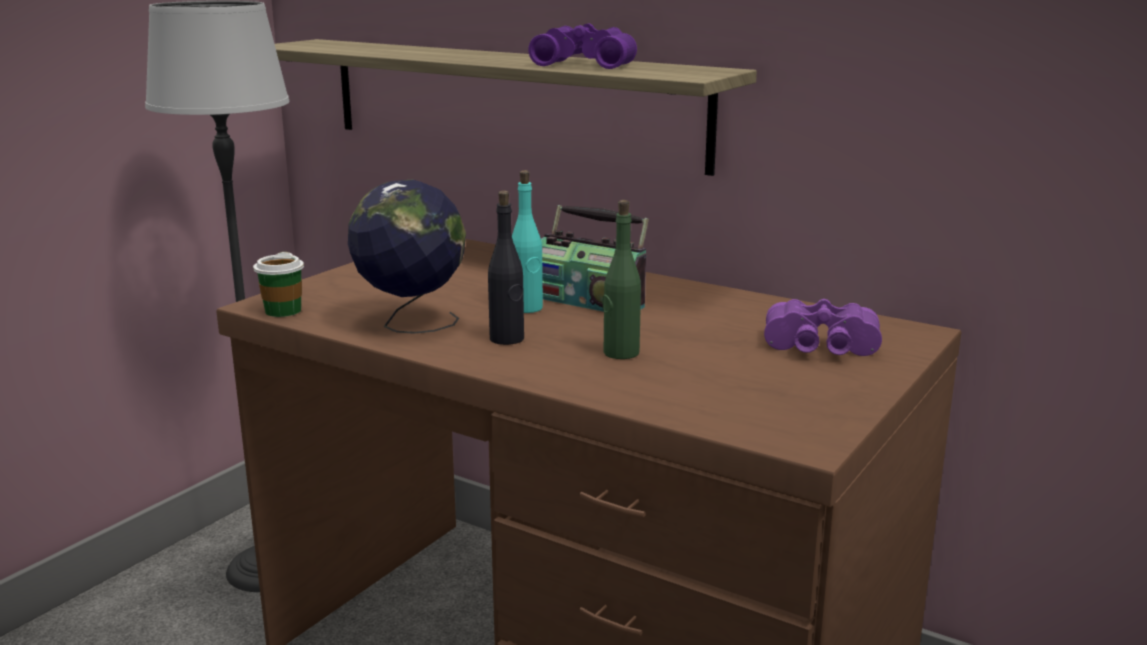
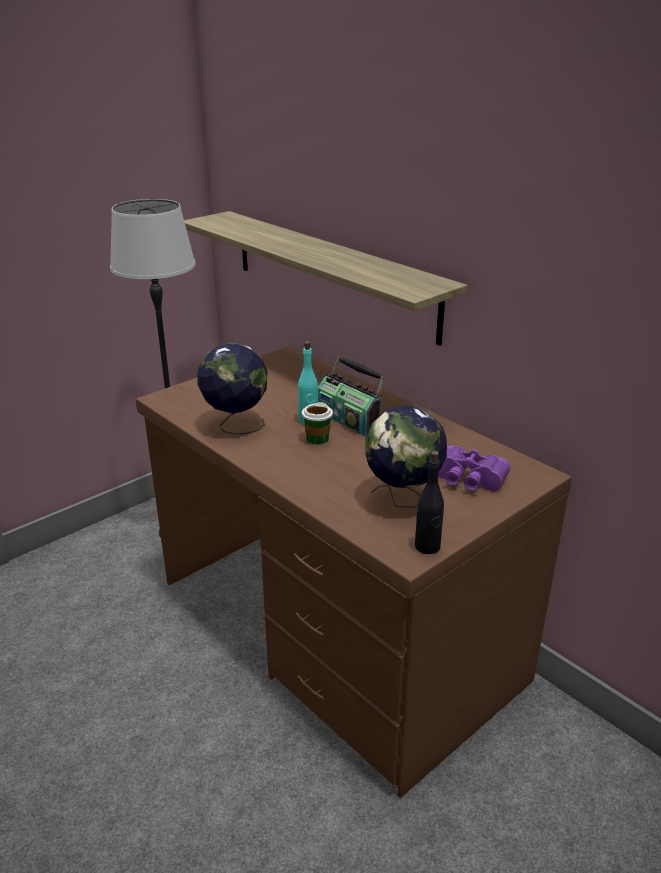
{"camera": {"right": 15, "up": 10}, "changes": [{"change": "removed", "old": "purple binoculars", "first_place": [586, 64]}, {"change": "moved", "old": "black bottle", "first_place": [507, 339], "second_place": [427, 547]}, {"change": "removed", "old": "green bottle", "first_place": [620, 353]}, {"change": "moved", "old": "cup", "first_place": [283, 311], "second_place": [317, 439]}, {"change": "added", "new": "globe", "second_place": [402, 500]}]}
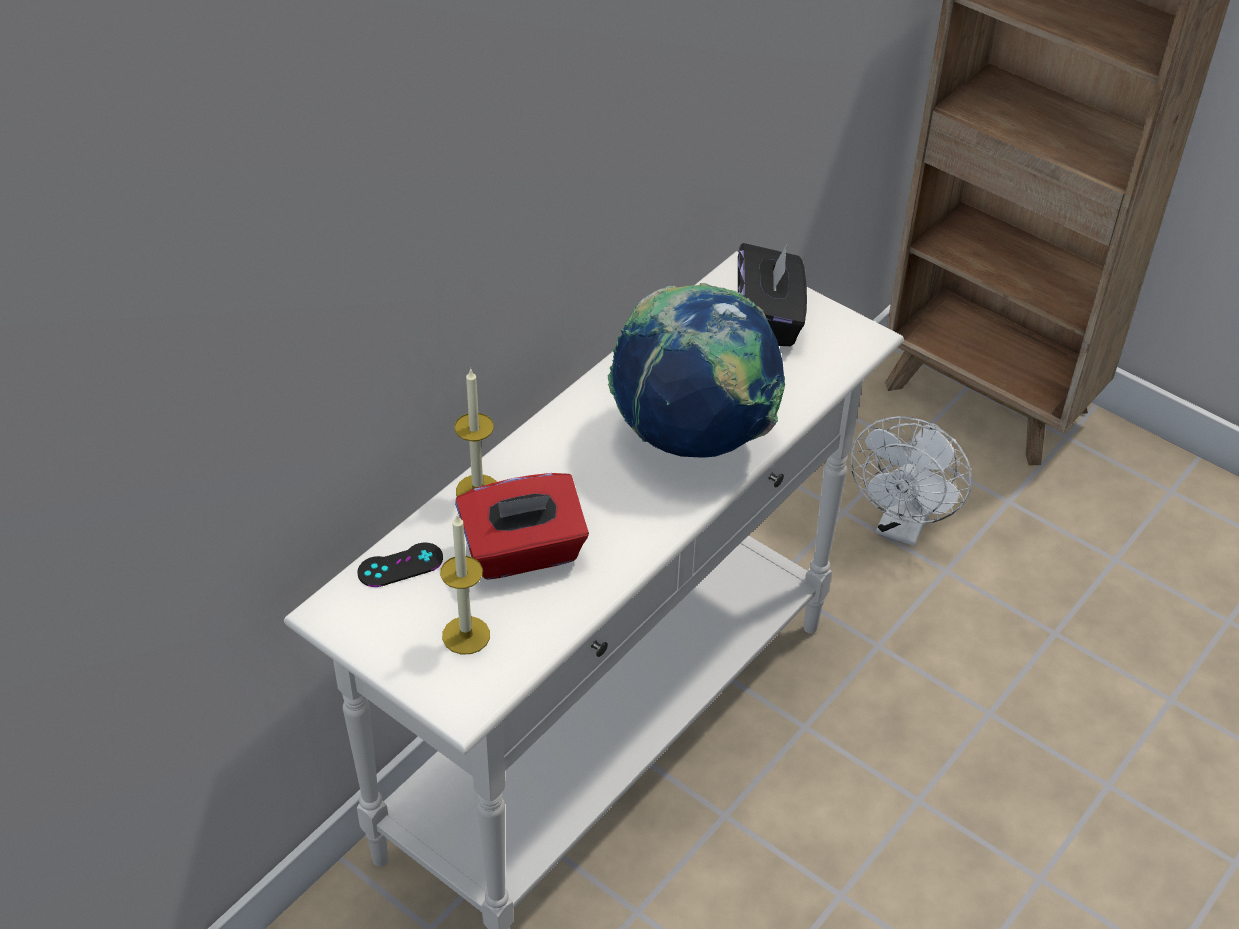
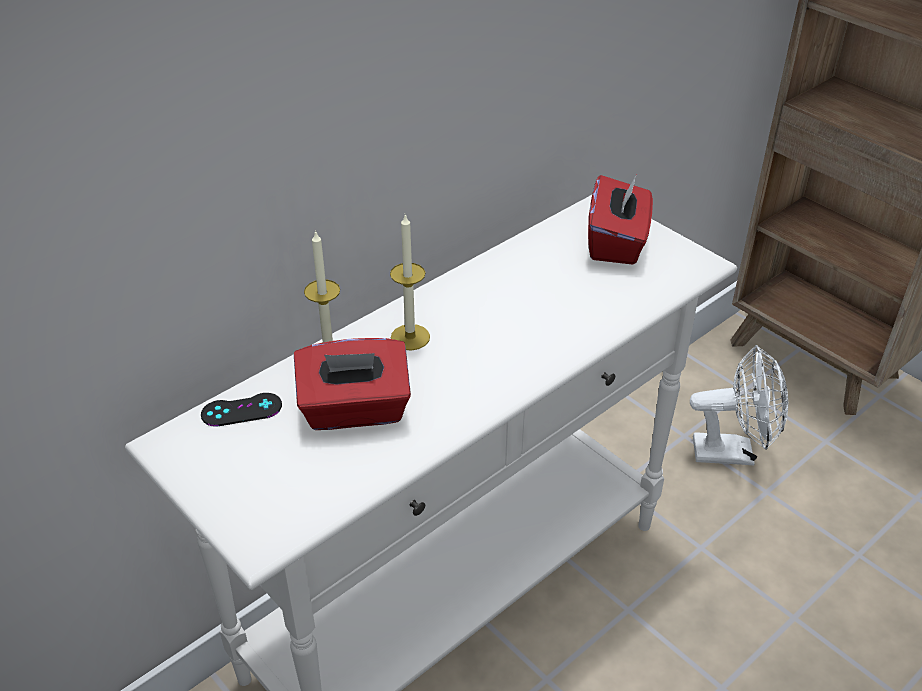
{"camera": {"right": 10, "up": -5}, "changes": [{"change": "recoloured", "old": "black tissue box", "new": "red tissue box", "first_place": [768, 319], "second_place": [617, 242]}, {"change": "removed", "old": "globe", "first_place": [694, 436]}, {"change": "turned", "old": "white fan", "first_place": [903, 526], "second_place": [733, 452], "degrees": -120}, {"change": "moved", "old": "candle", "first_place": [466, 635], "second_place": [410, 337]}]}
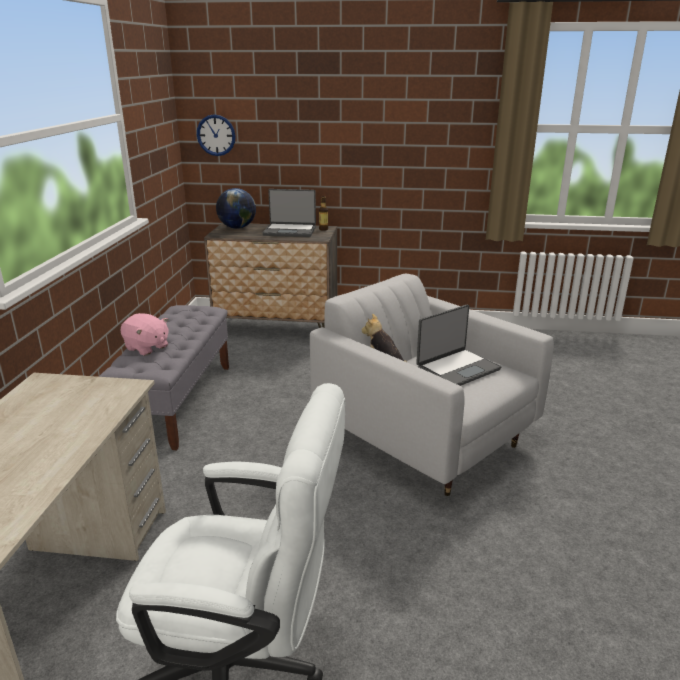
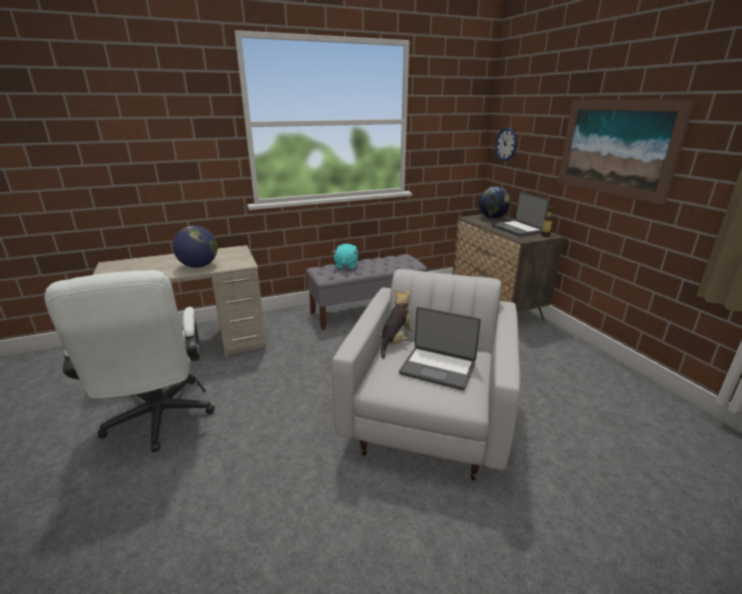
{"camera": {"right": 60, "up": 0}, "changes": [{"change": "recoloured", "old": "pink plush toy", "new": "turquoise plush toy", "first_place": [147, 348], "second_place": [346, 266]}, {"change": "added", "new": "picture", "second_place": [615, 147]}, {"change": "added", "new": "globe", "second_place": [199, 266]}]}
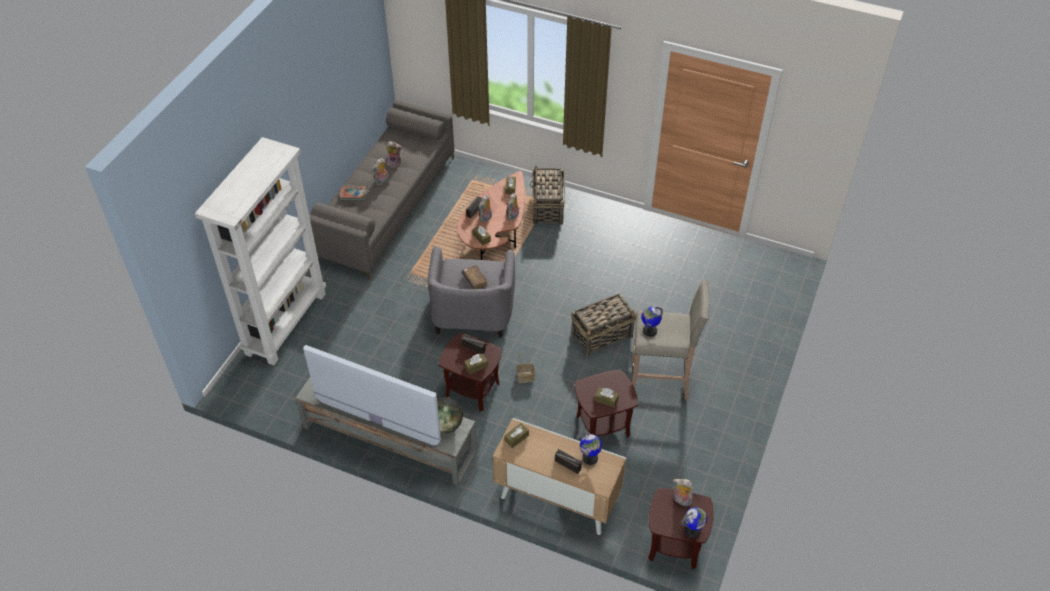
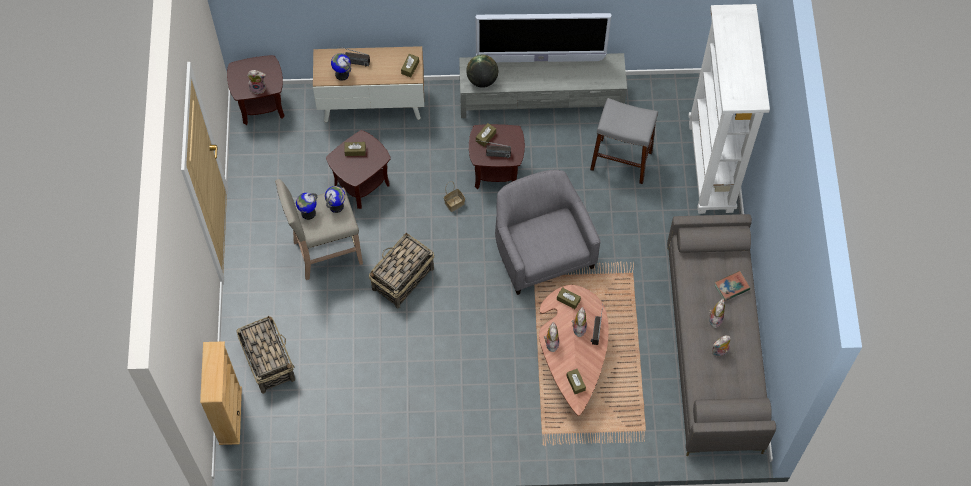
{"camera": {"right": 155, "up": 15}, "changes": [{"change": "moved", "old": "basket", "first_place": [548, 208], "second_place": [268, 361]}, {"change": "removed", "old": "brown book", "first_place": [475, 280]}, {"change": "moved", "old": "globe", "first_place": [692, 530], "second_place": [308, 213]}, {"change": "added", "new": "grey stool", "second_place": [621, 160]}, {"change": "added", "new": "beige bookcase", "second_place": [230, 415]}]}
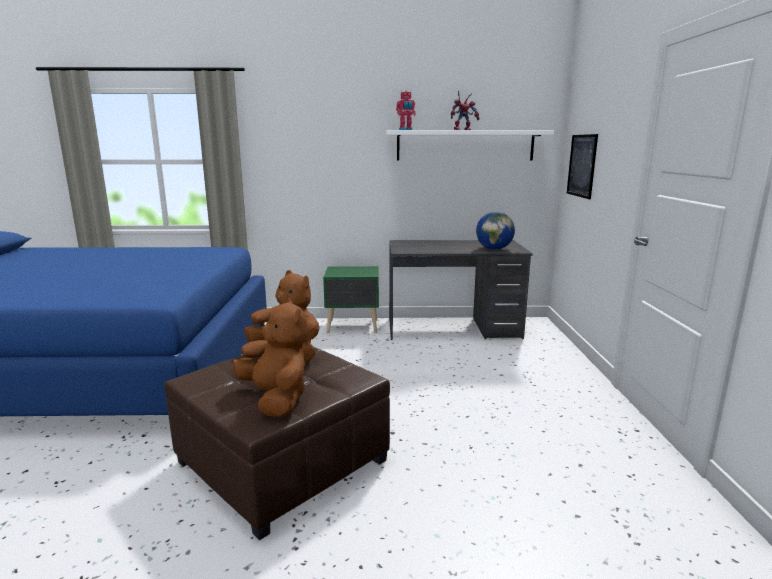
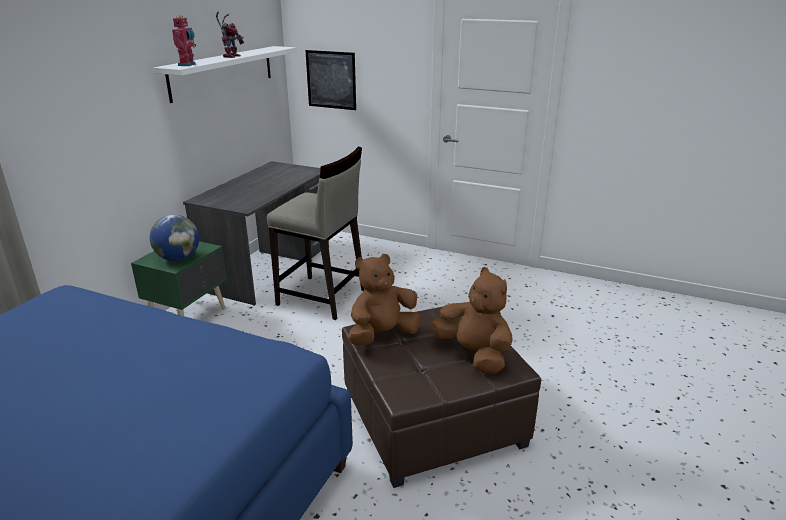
{"camera": {"right": -65, "up": 10}, "changes": [{"change": "moved", "old": "globe", "first_place": [494, 249], "second_place": [178, 258]}, {"change": "turned", "old": "brown plush toy", "first_place": [276, 399], "second_place": [474, 354], "degrees": 60}, {"change": "added", "new": "beige stool", "second_place": [322, 298]}]}
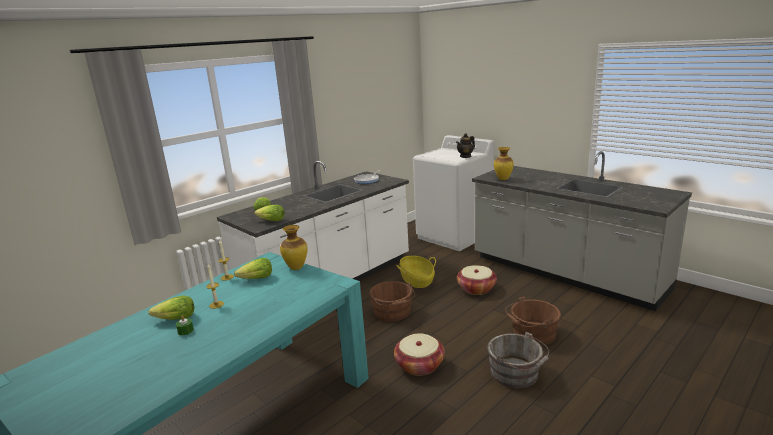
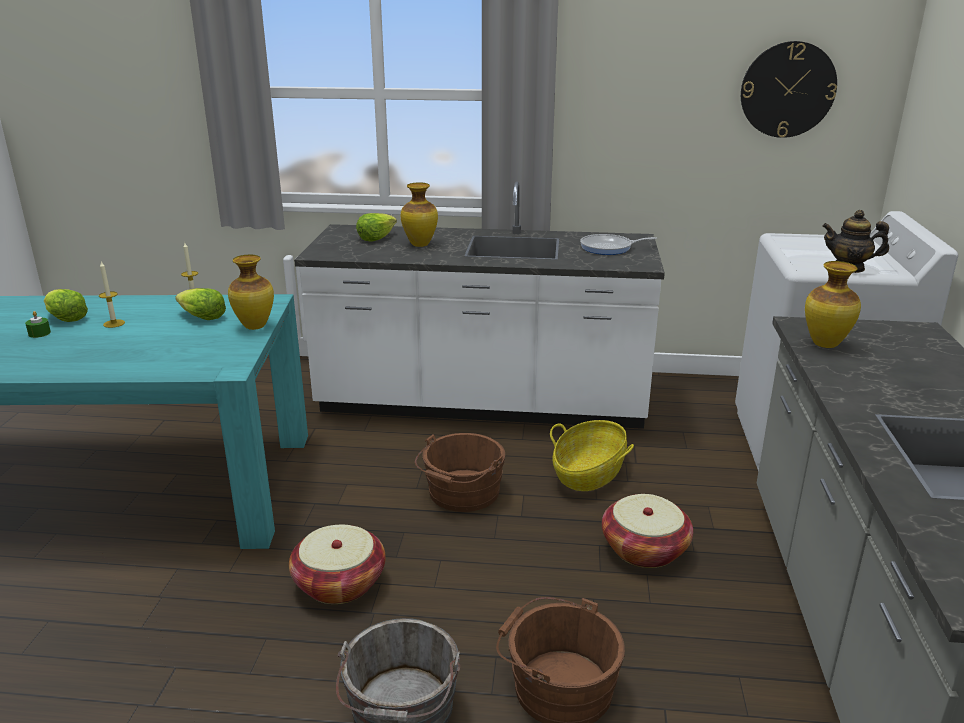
{"camera": {"right": 50, "up": 5}, "changes": [{"change": "removed", "old": "lettuce", "first_place": [271, 221]}, {"change": "added", "new": "wall clock", "second_place": [787, 90]}, {"change": "added", "new": "vase", "second_place": [420, 245]}]}
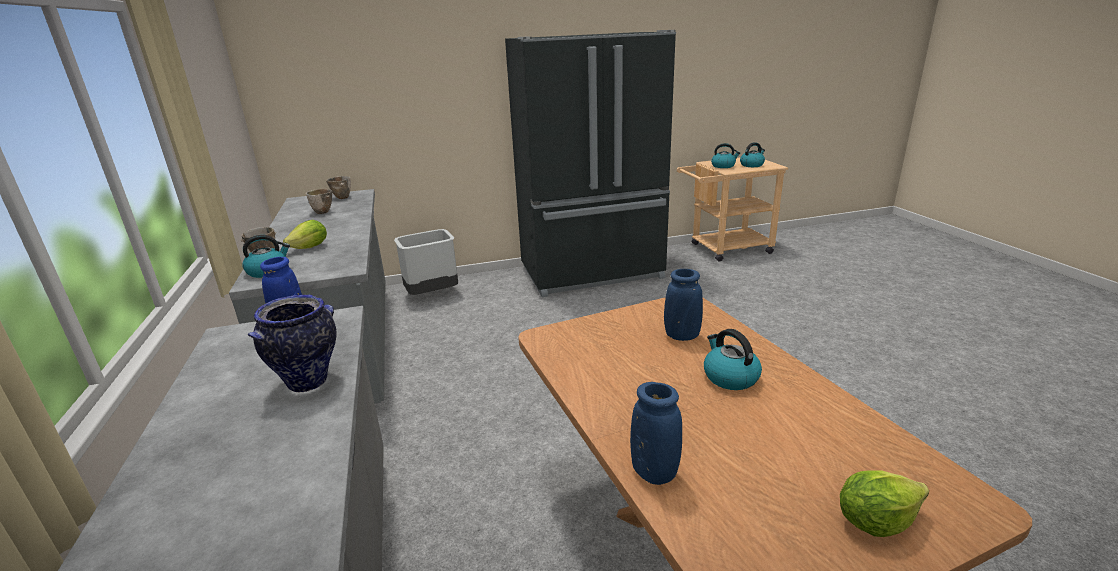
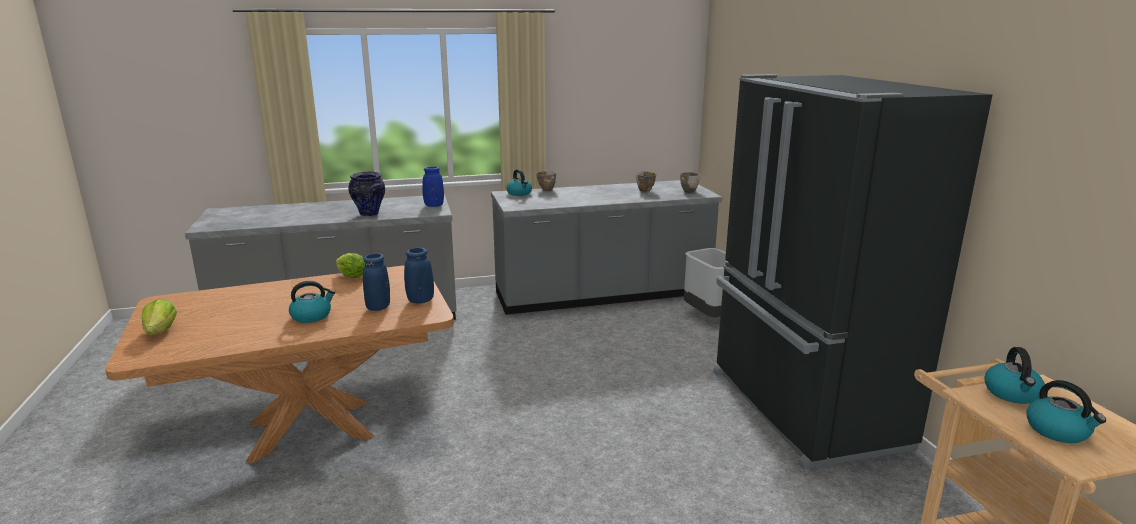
{"camera": {"right": 90, "up": -5}, "changes": [{"change": "moved", "old": "lettuce", "first_place": [310, 247], "second_place": [351, 277]}, {"change": "moved", "old": "blue vase", "first_place": [654, 472], "second_place": [420, 300]}]}
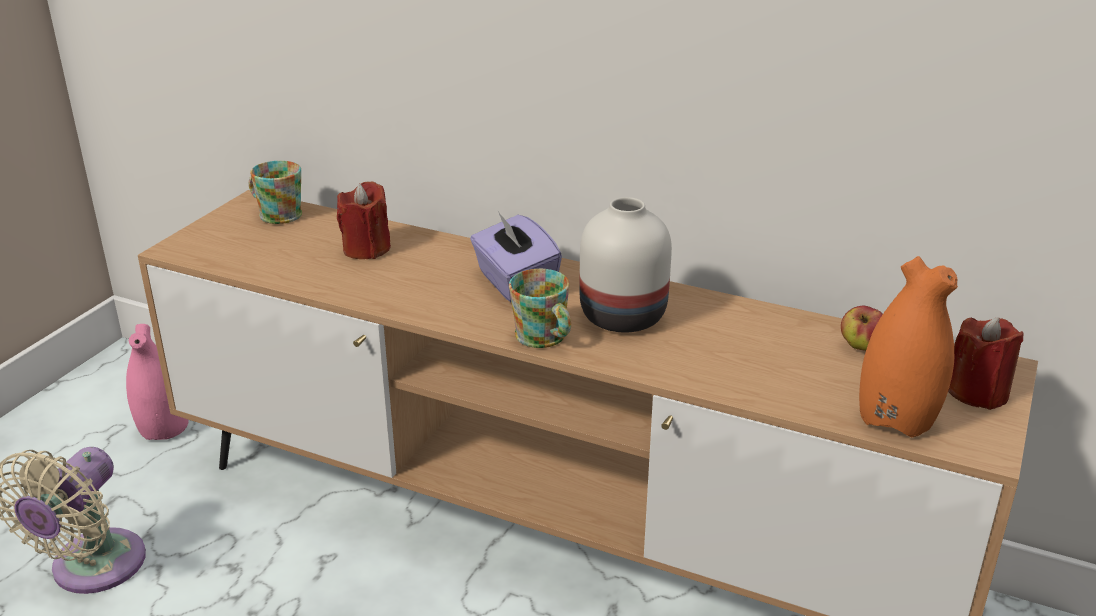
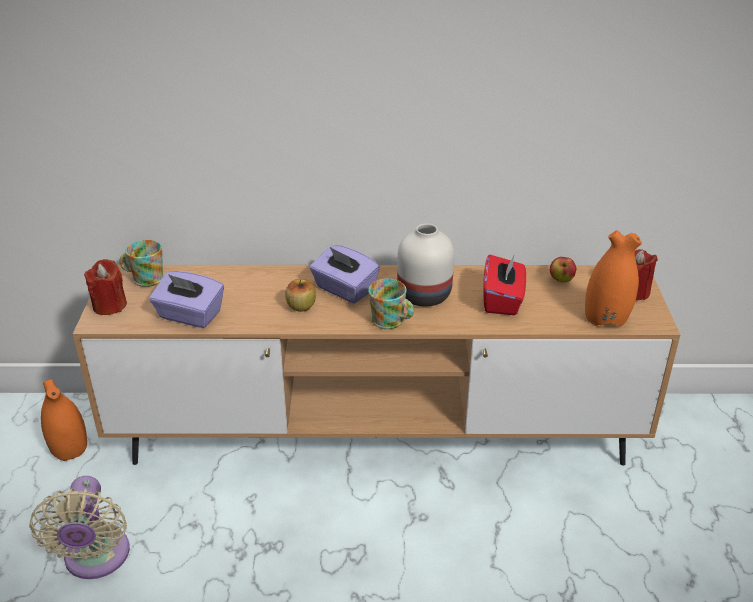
{"camera": {"right": -25, "up": 5}, "changes": [{"change": "moved", "old": "red candle", "first_place": [366, 249], "second_place": [109, 305]}, {"change": "recoloured", "old": "pink vase", "new": "orange vase", "first_place": [163, 429], "second_place": [69, 450]}, {"change": "added", "new": "red tissue box", "second_place": [502, 300]}, {"change": "added", "new": "purple tissue box", "second_place": [189, 315]}, {"change": "added", "new": "apple", "second_place": [301, 306]}]}
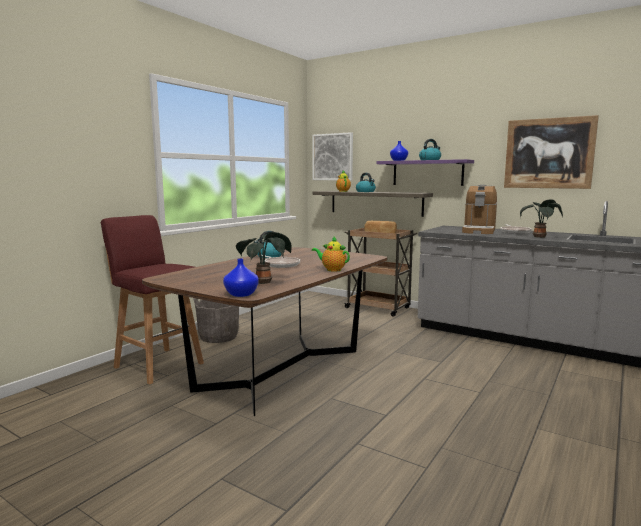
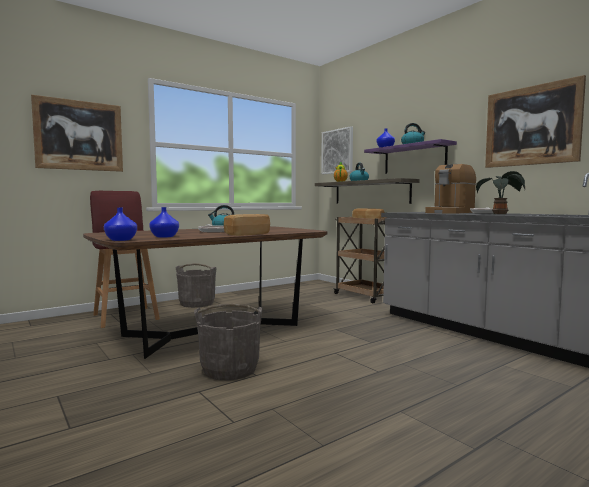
{"camera": {"right": 20, "up": -5}, "changes": [{"change": "replaced", "old": "potted plant", "new": "blue vase", "first_place": [265, 282], "second_place": [164, 236]}, {"change": "replaced", "old": "teapot", "new": "bread", "first_place": [332, 269], "second_place": [246, 234]}, {"change": "added", "new": "picture", "second_place": [79, 135]}, {"change": "added", "new": "grey bucket", "second_place": [230, 369]}]}
